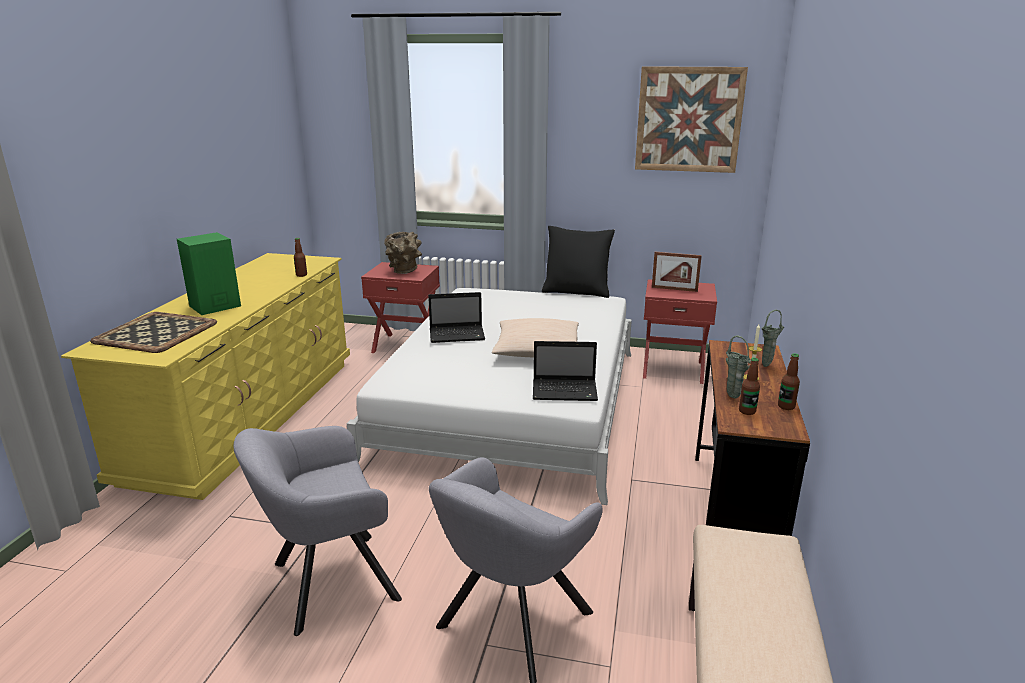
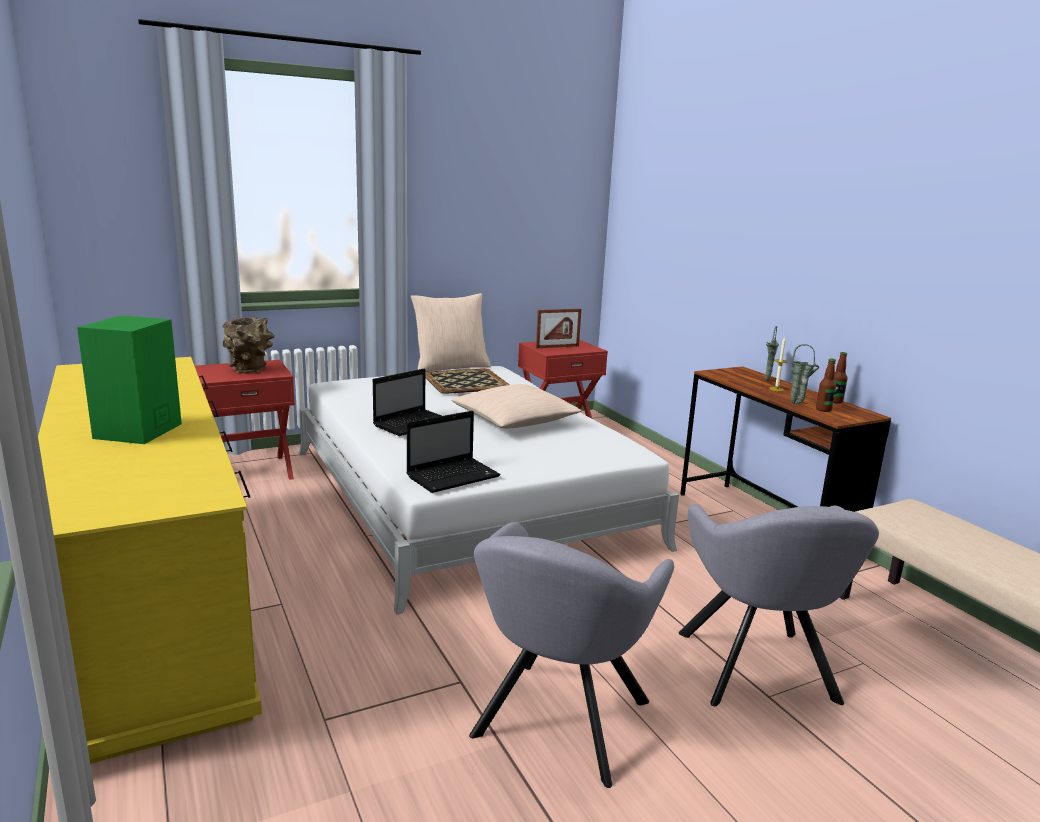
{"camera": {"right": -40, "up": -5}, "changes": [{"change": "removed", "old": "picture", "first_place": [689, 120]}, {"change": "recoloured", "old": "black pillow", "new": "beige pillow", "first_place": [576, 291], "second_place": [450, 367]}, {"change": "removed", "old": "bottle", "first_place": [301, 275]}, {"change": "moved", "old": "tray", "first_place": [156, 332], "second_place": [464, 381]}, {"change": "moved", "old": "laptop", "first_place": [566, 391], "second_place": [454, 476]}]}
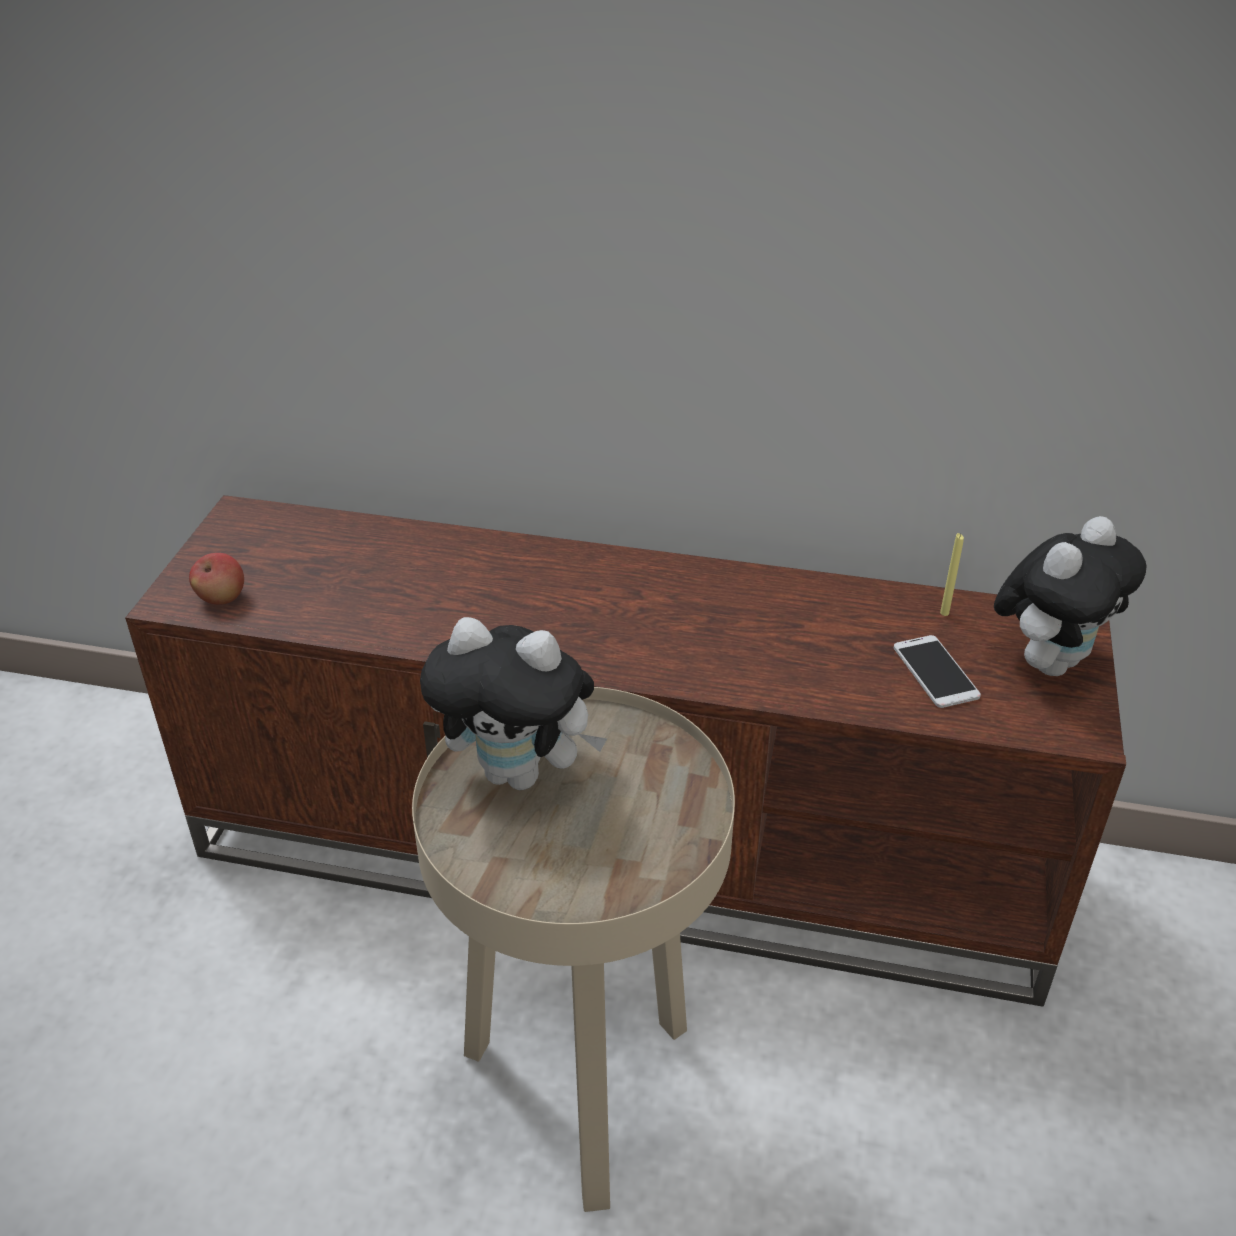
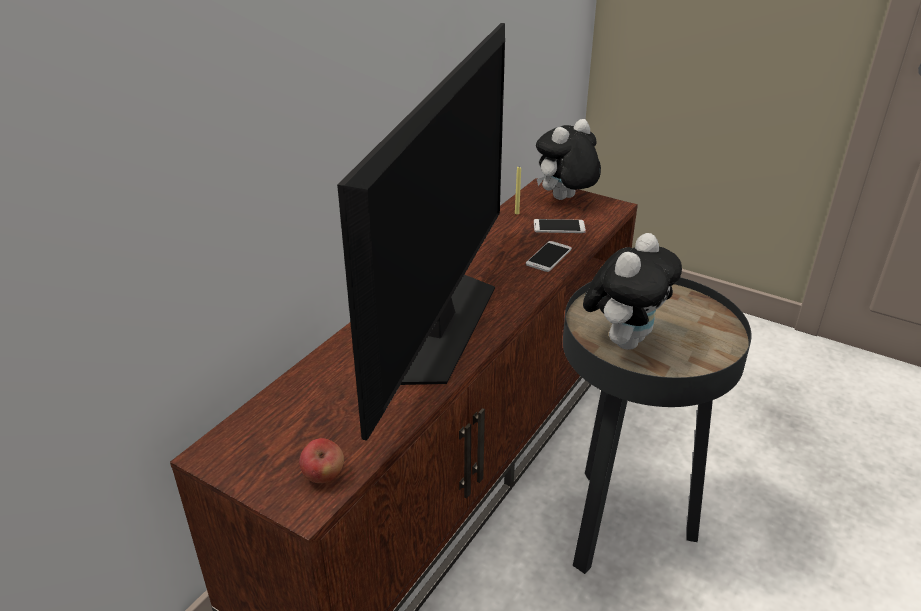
{"camera": {"right": -70, "up": -5}, "changes": [{"change": "turned", "old": "plush toy", "first_place": [1049, 661], "second_place": [565, 200], "degrees": -105}, {"change": "recoloured", "old": "beige side table", "new": "black side table", "first_place": [583, 1093], "second_place": [622, 525]}, {"change": "added", "new": "television", "second_place": [438, 326]}, {"change": "added", "new": "phone", "second_place": [548, 257]}]}
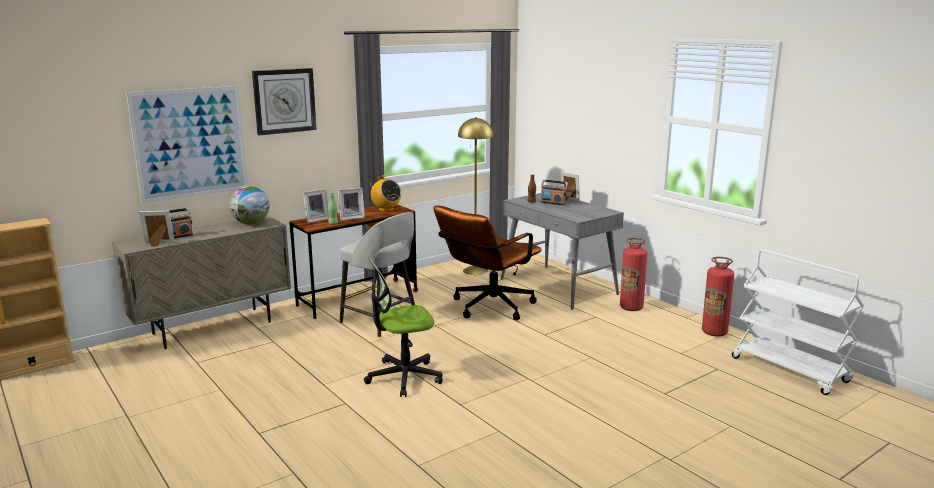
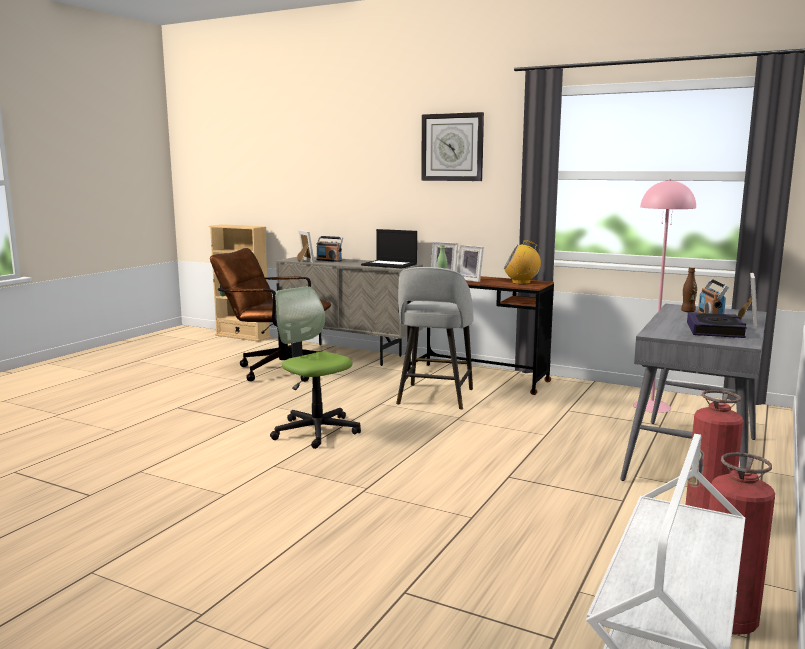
{"camera": {"right": 65, "up": -5}, "changes": [{"change": "removed", "old": "picture", "first_place": [190, 143]}, {"change": "recoloured", "old": "yellow floor lamp", "new": "pink floor lamp", "first_place": [475, 270], "second_place": [652, 406]}, {"change": "turned", "old": "radio", "first_place": [386, 209], "second_place": [521, 283], "degrees": 75}, {"change": "replaced", "old": "globe", "new": "laptop", "first_place": [251, 223], "second_place": [390, 265]}, {"change": "moved", "old": "brown office chair", "first_place": [487, 308], "second_place": [275, 369]}, {"change": "added", "new": "book", "second_place": [715, 330]}]}
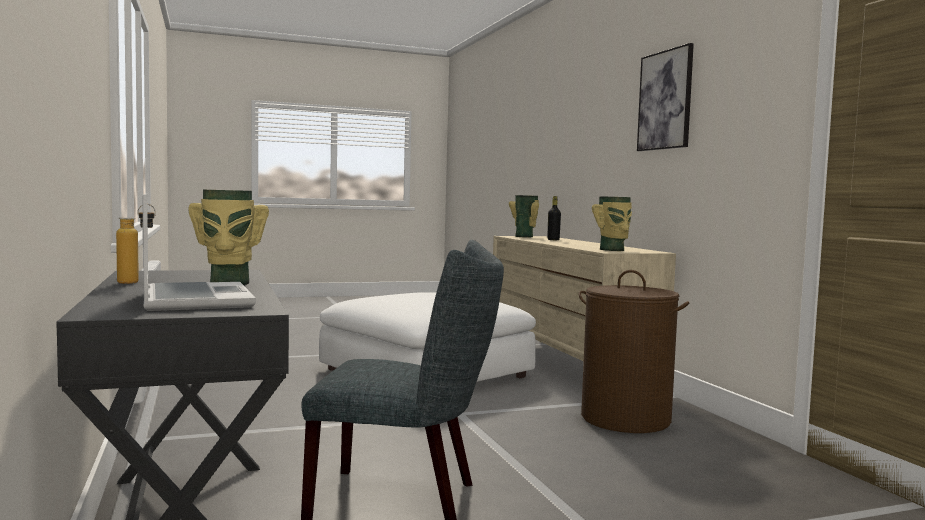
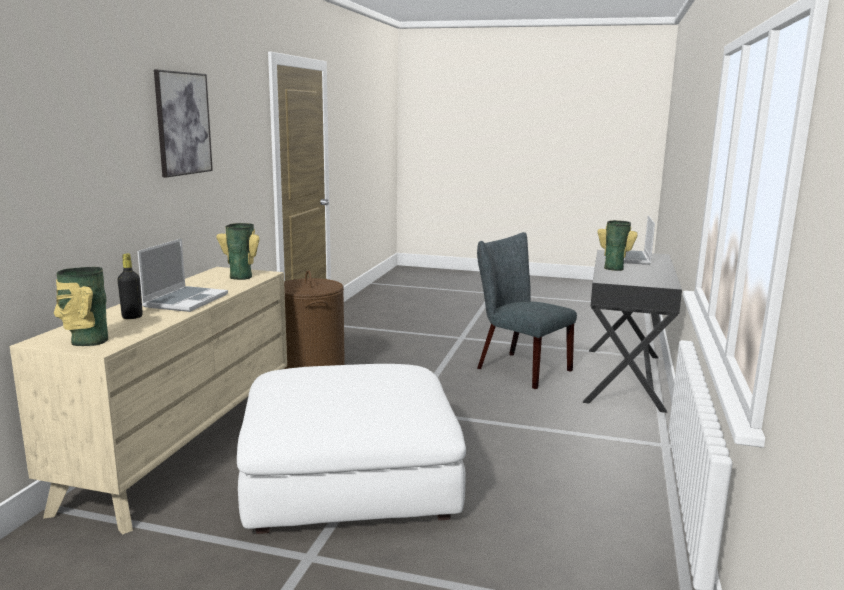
{"camera": {"right": -145, "up": 10}, "changes": [{"change": "removed", "old": "bottle", "first_place": [136, 282]}, {"change": "added", "new": "laptop", "second_place": [185, 300]}]}
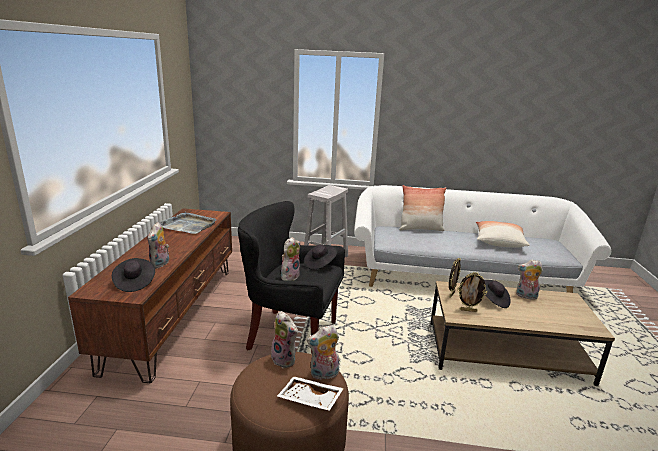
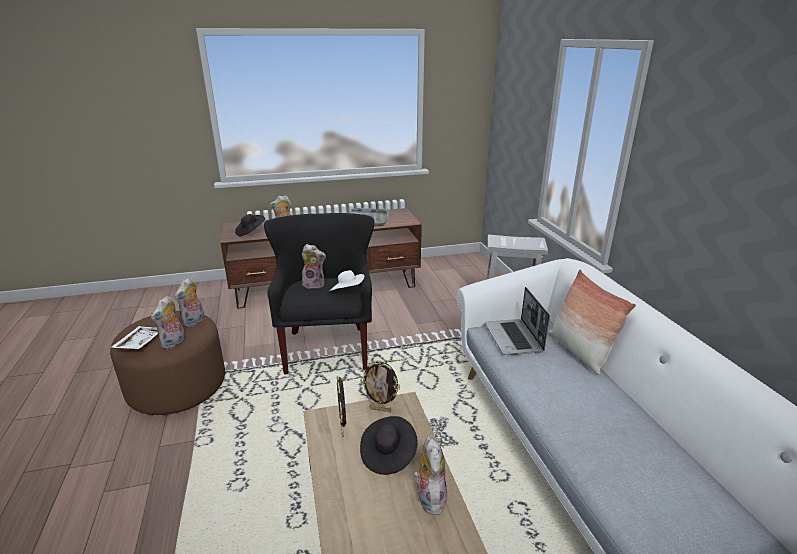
{"camera": {"right": 70, "up": 5}, "changes": [{"change": "removed", "old": "pillow", "first_place": [498, 241]}, {"change": "recoloured", "old": "black hat", "new": "white hat", "first_place": [320, 264], "second_place": [347, 291]}, {"change": "turned", "old": "plush toy", "first_place": [324, 375], "second_place": [173, 343], "degrees": -120}, {"change": "added", "new": "laptop", "second_place": [514, 338]}]}
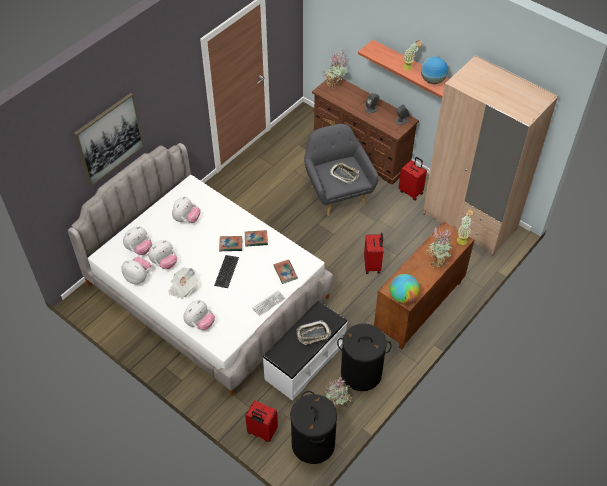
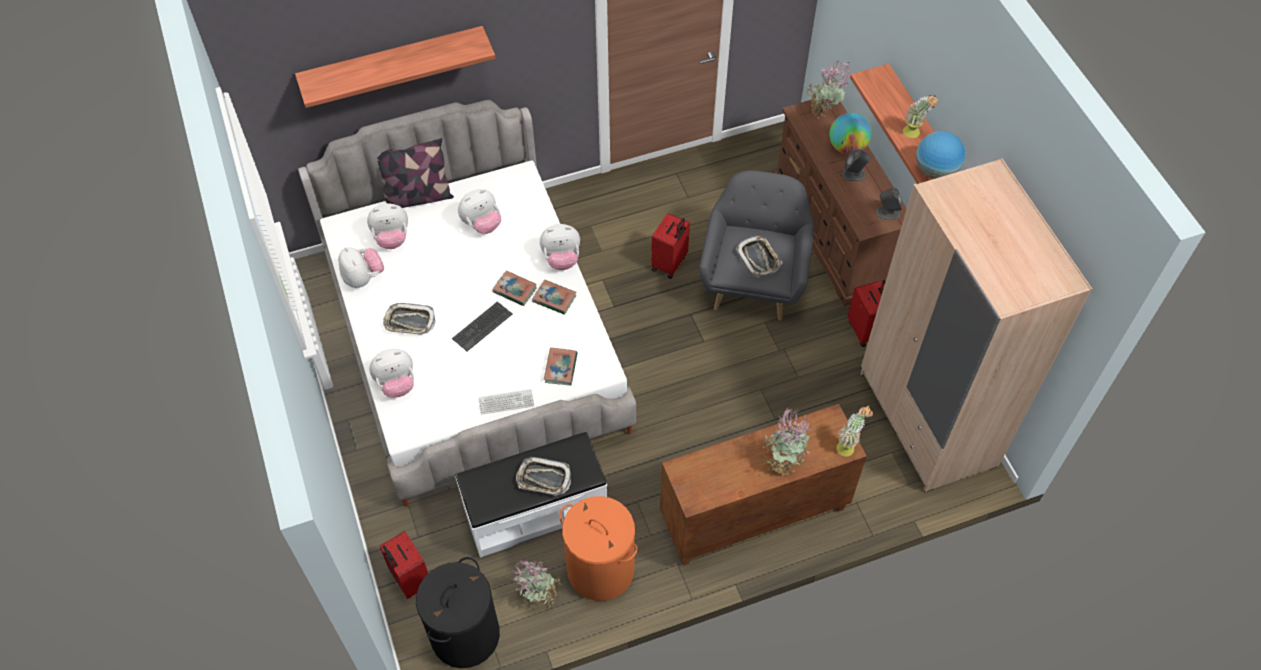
{"camera": {"right": 30, "up": 5}, "changes": [{"change": "replaced", "old": "picture", "new": "shelf", "first_place": [109, 139], "second_place": [392, 62]}, {"change": "moved", "old": "red suitcase", "first_place": [373, 265], "second_place": [670, 264]}, {"change": "moved", "old": "plush toy", "first_place": [164, 263], "second_place": [561, 259]}, {"change": "replaced", "old": "newspaper", "new": "tray", "first_place": [183, 288], "second_place": [409, 322]}, {"change": "moved", "old": "globe", "first_place": [403, 297], "second_place": [847, 147]}, {"change": "recoloured", "old": "black laundry basket", "new": "orange laundry basket", "first_place": [361, 373], "second_place": [600, 569]}, {"change": "added", "new": "pillow", "second_place": [418, 197]}]}
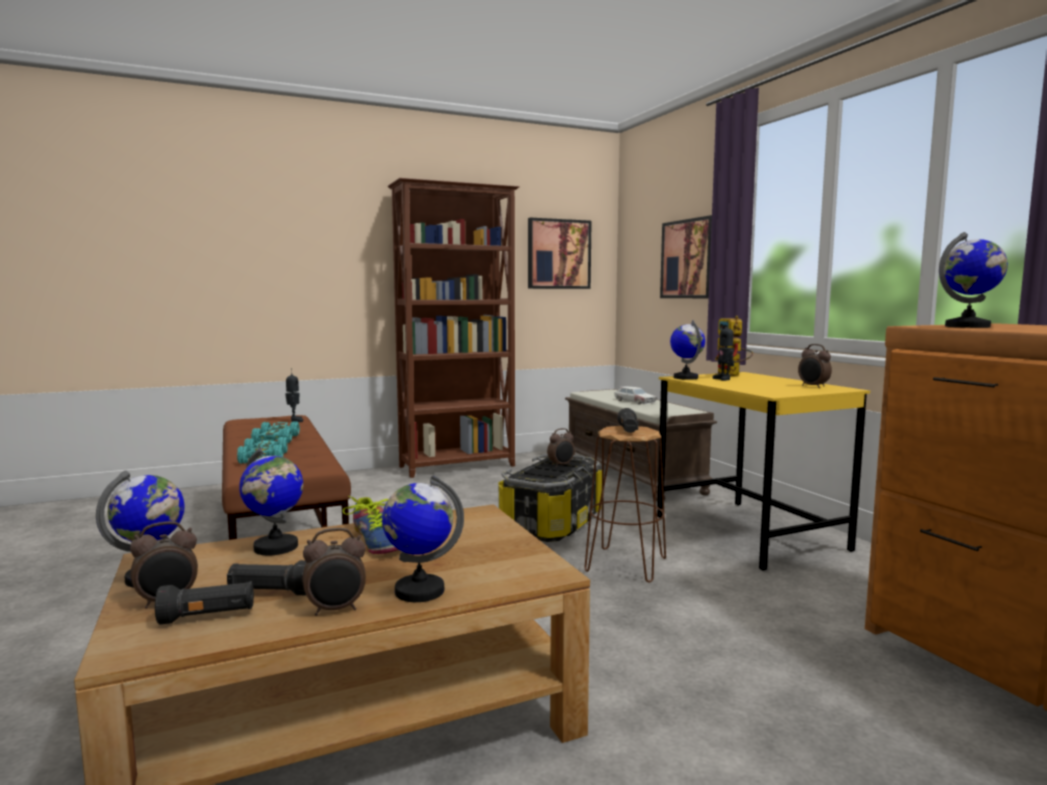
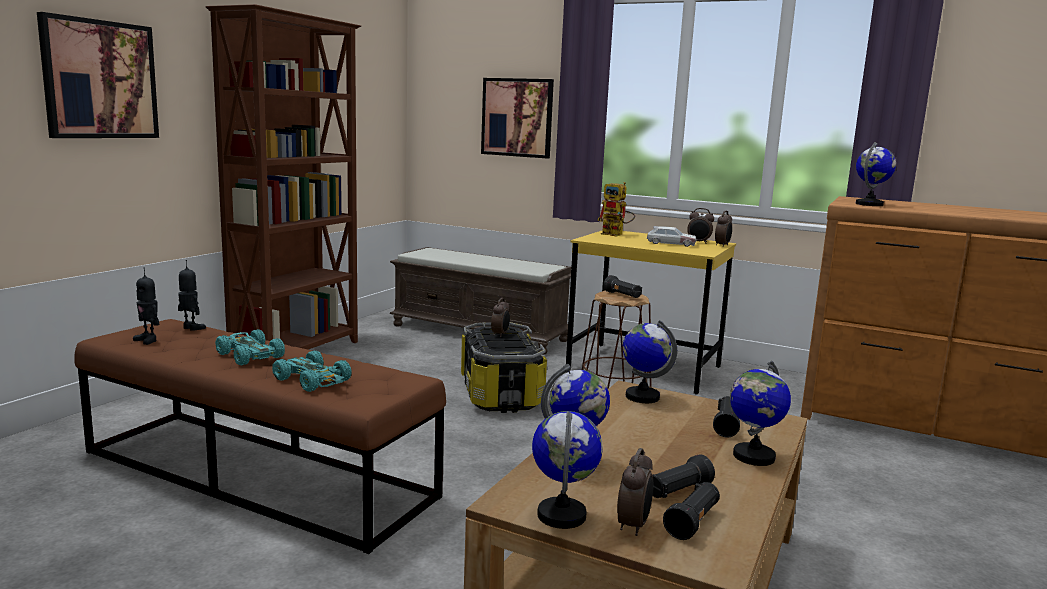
{"camera": {"right": -40, "up": 5}, "changes": [{"change": "moved", "old": "picture", "first_place": [558, 254], "second_place": [100, 79]}, {"change": "moved", "old": "globe", "first_place": [685, 378], "second_place": [642, 396]}, {"change": "moved", "old": "toy robot", "first_place": [723, 379], "second_place": [148, 340]}, {"change": "moved", "old": "toy car", "first_place": [634, 401], "second_place": [670, 243]}, {"change": "removed", "old": "shoe", "first_place": [377, 541]}, {"change": "moved", "old": "alarm clock", "first_place": [336, 610], "second_place": [722, 245]}, {"change": "added", "new": "black flashlight", "second_place": [726, 426]}]}
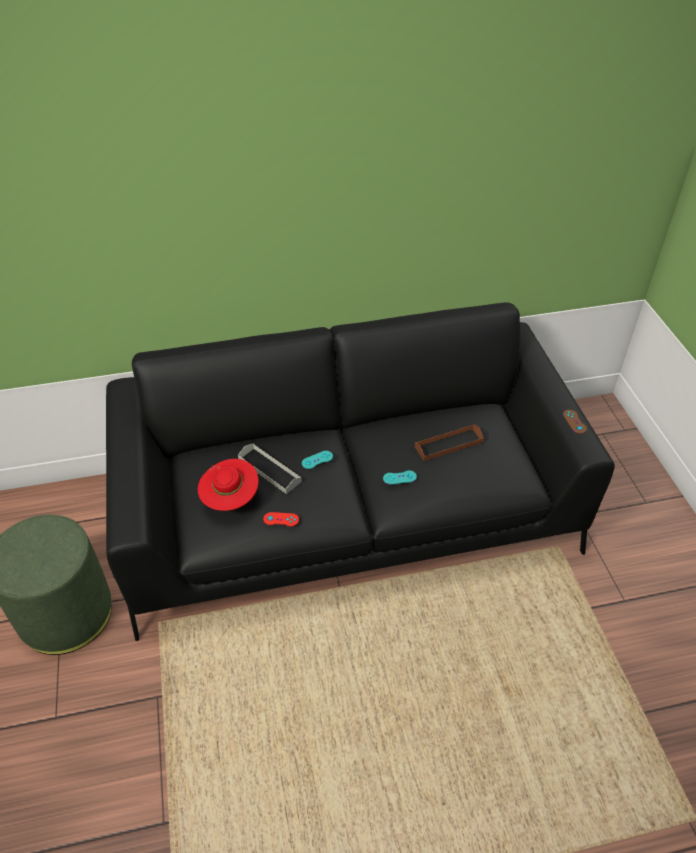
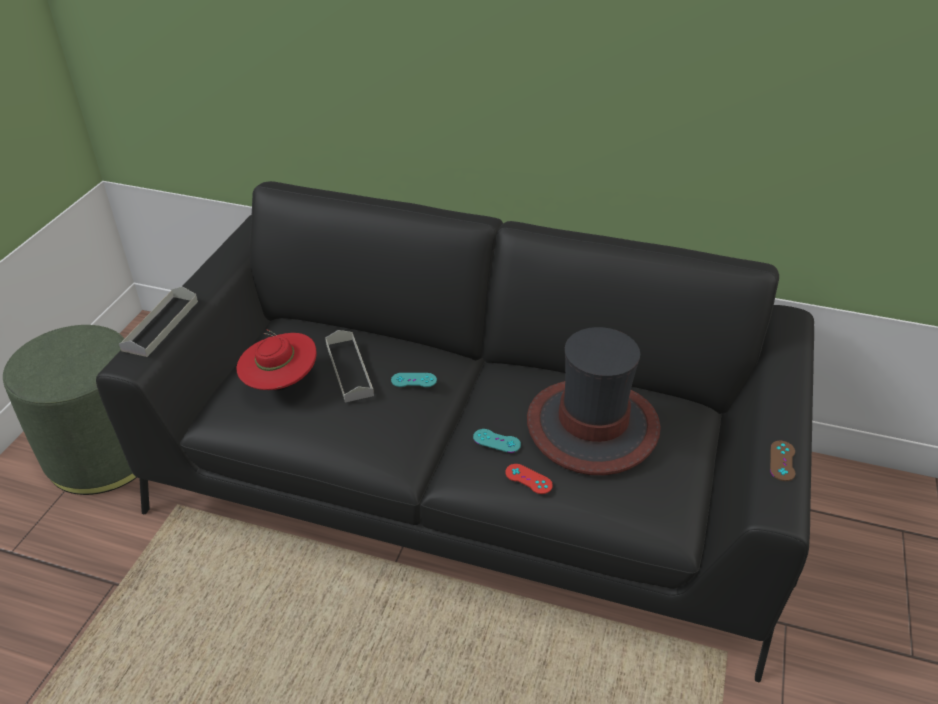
{"camera": {"right": 30, "up": -5}, "changes": [{"change": "replaced", "old": "brown tray", "new": "hat", "first_place": [448, 444], "second_place": [592, 427]}, {"change": "moved", "old": "red game controller", "first_place": [281, 519], "second_place": [528, 479]}, {"change": "added", "new": "grey tray", "second_place": [161, 325]}]}
